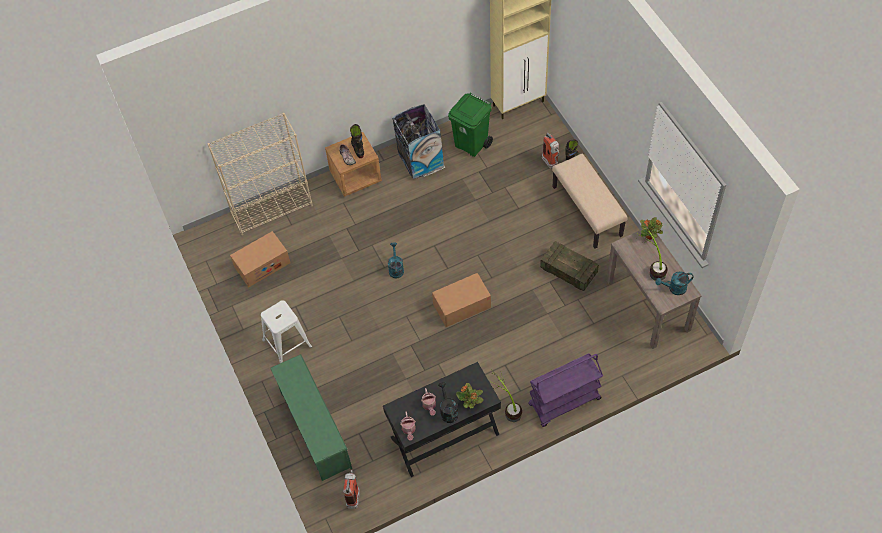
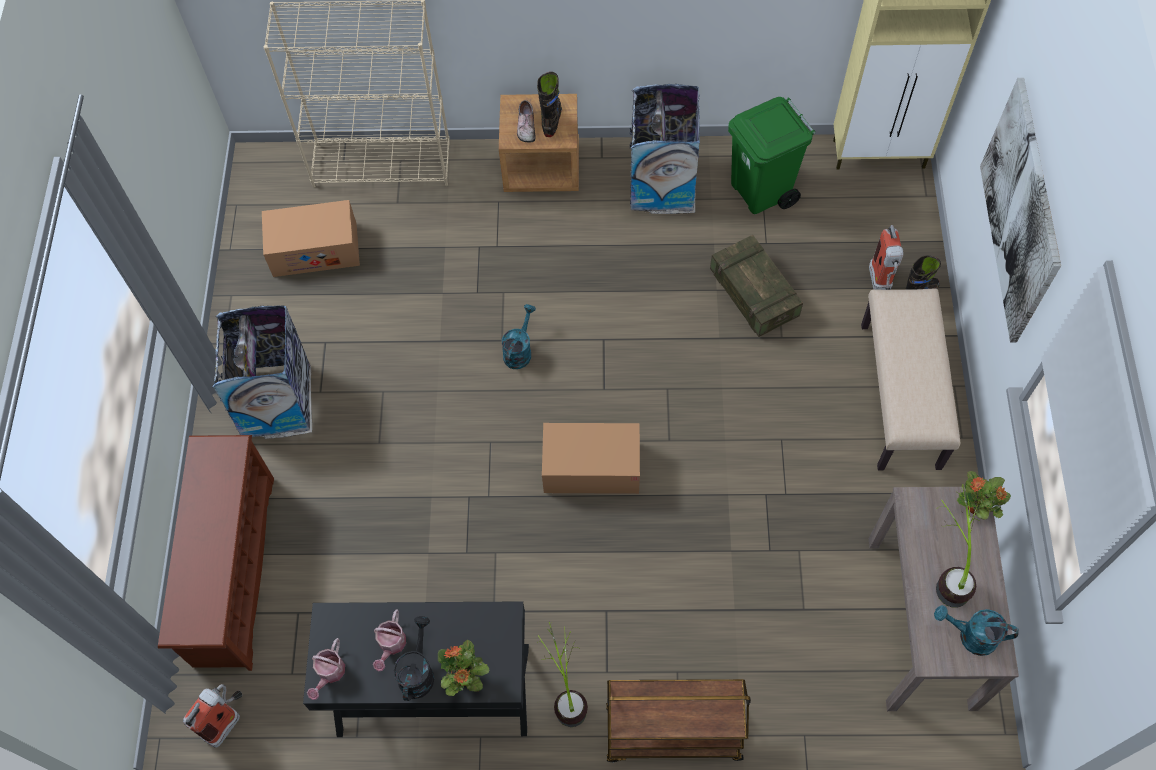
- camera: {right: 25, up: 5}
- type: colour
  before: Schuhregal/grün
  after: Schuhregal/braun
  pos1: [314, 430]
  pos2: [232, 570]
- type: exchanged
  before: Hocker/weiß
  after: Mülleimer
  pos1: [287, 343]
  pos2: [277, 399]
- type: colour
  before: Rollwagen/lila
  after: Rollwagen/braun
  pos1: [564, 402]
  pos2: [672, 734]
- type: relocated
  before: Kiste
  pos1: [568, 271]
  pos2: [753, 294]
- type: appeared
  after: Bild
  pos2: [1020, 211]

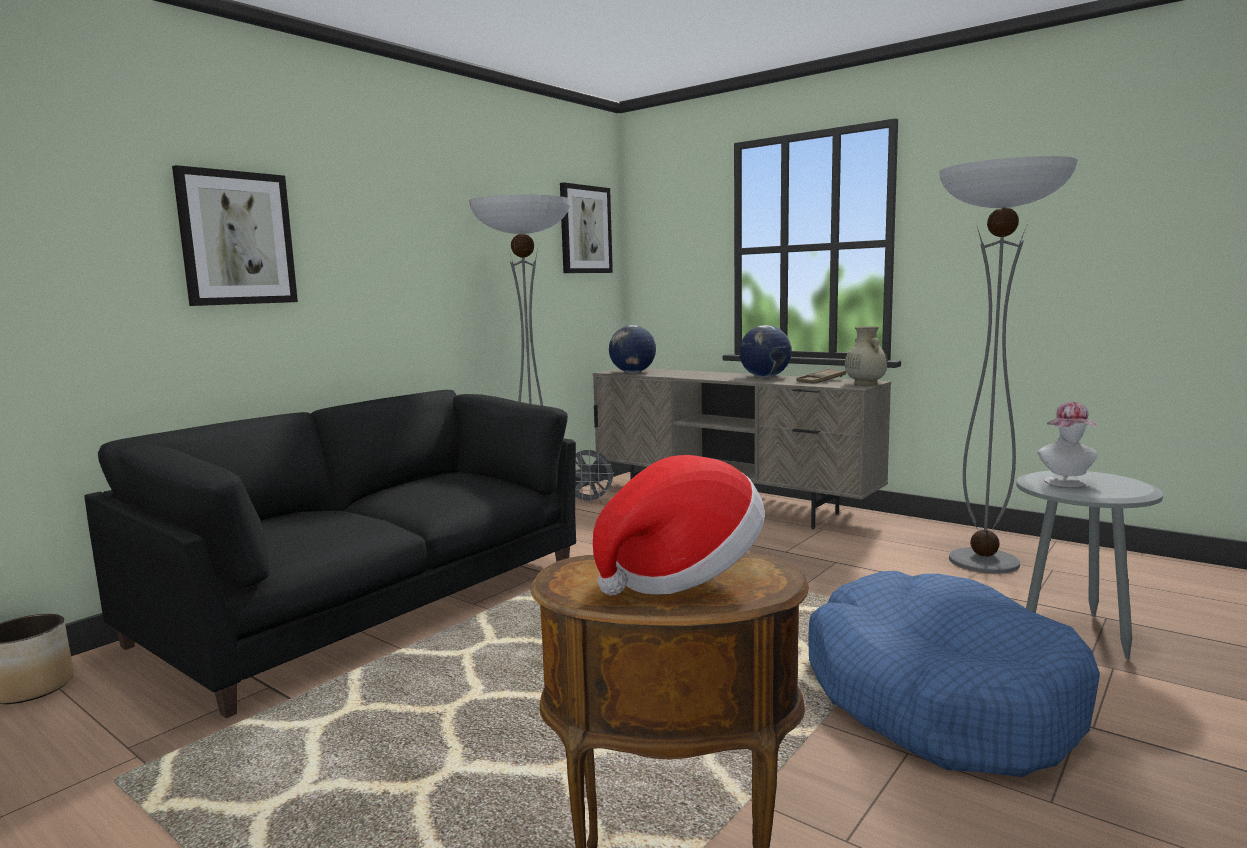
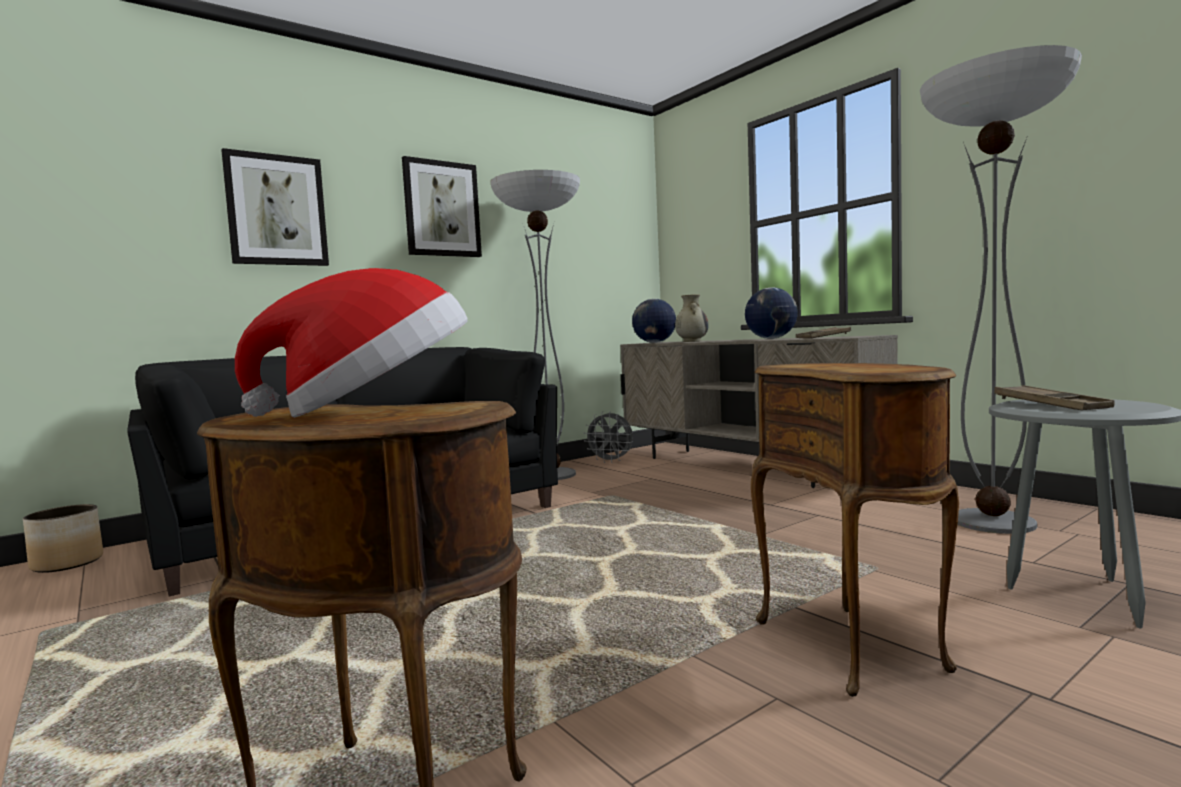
- camera: {right: 15, up: -5}
- type: relocated
  before: Bild
  pos1: [585, 229]
  pos2: [442, 209]
- type: relocated
  before: Vase/beige
  pos1: [865, 383]
  pos2: [692, 341]
- type: exchanged
  before: Hundebett/blau
  after: Beistelltisch/braun
  pos1: [939, 698]
  pos2: [854, 645]
- type: exchanged
  before: Hut
  after: Tablett/braun
  pos1: [1067, 483]
  pos2: [1050, 405]

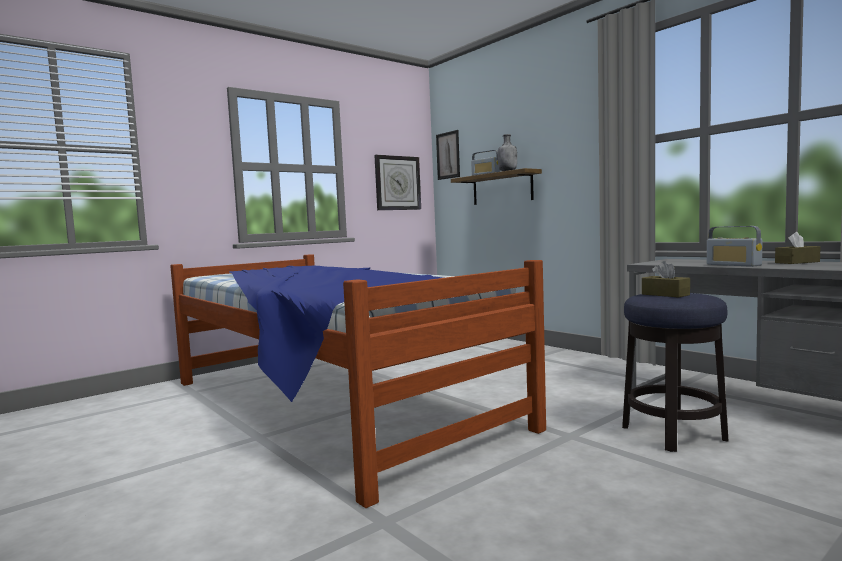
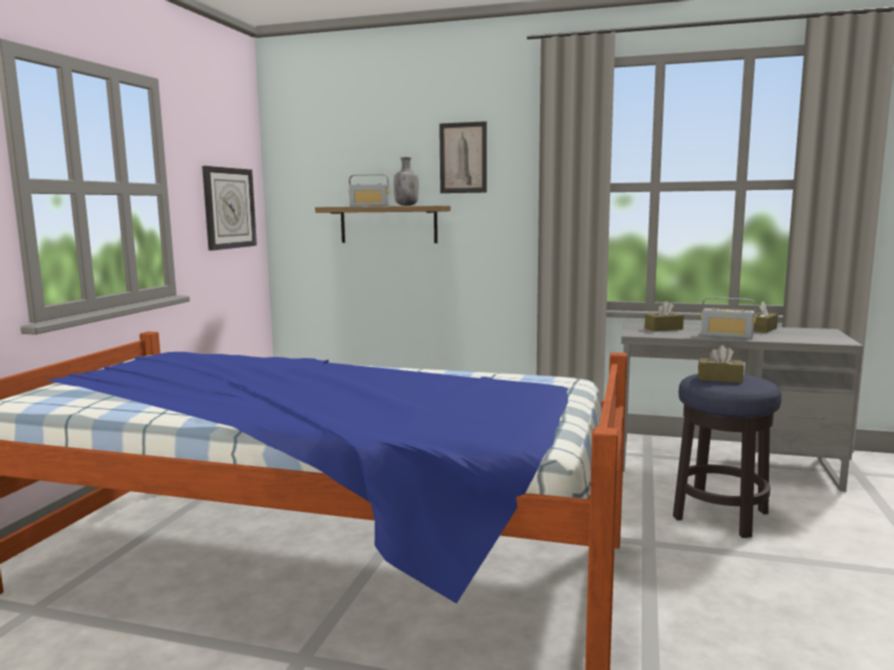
- camera: {right: -35, up: 5}
- type: relocated
  before: Bild
  pos1: [448, 155]
  pos2: [463, 158]
- type: appeared
  after: Taschentuchbox/braun
  pos2: [663, 329]

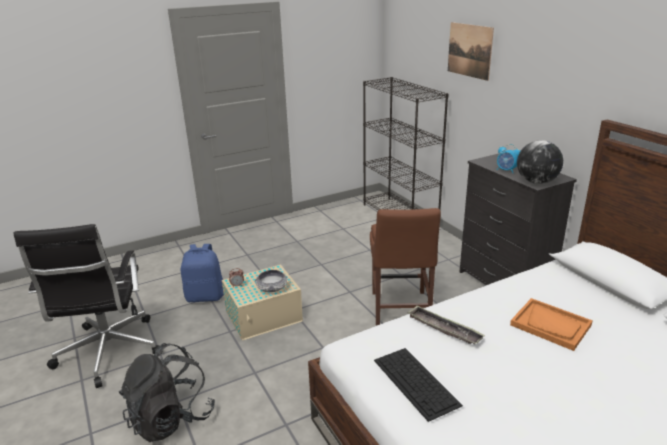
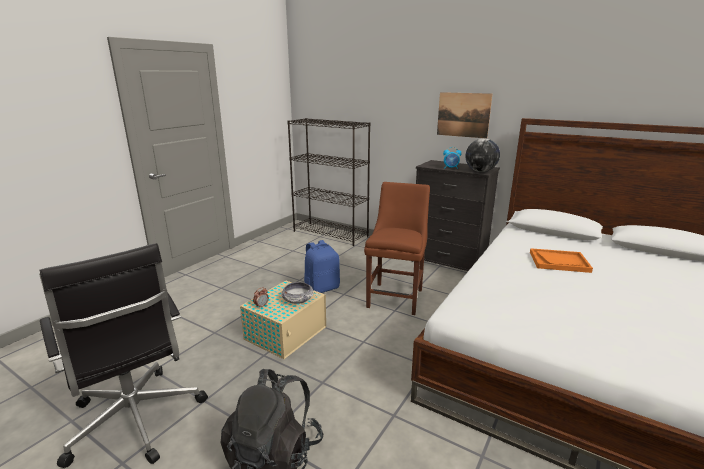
- camera: {right: -30, up: -5}
- type: relocated
  before: Rucksack/blau
  pos1: [205, 296]
  pos2: [322, 288]
- type: spun
  before: Stuhl/braun
  pos1: [400, 310]
  pos2: [396, 297]
  turn: -135
- type: relocated
  before: Bild
  pos1: [469, 50]
  pos2: [463, 115]
- type: missing
  before: Tastatur
  pos1: [416, 382]
- type: missing
  before: Tablett
  pos1: [444, 329]

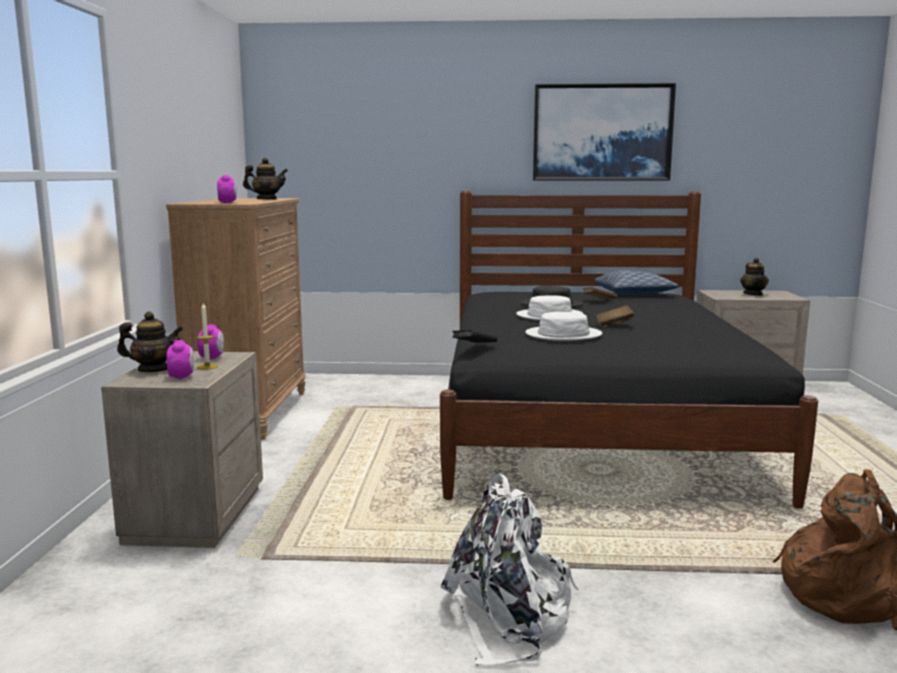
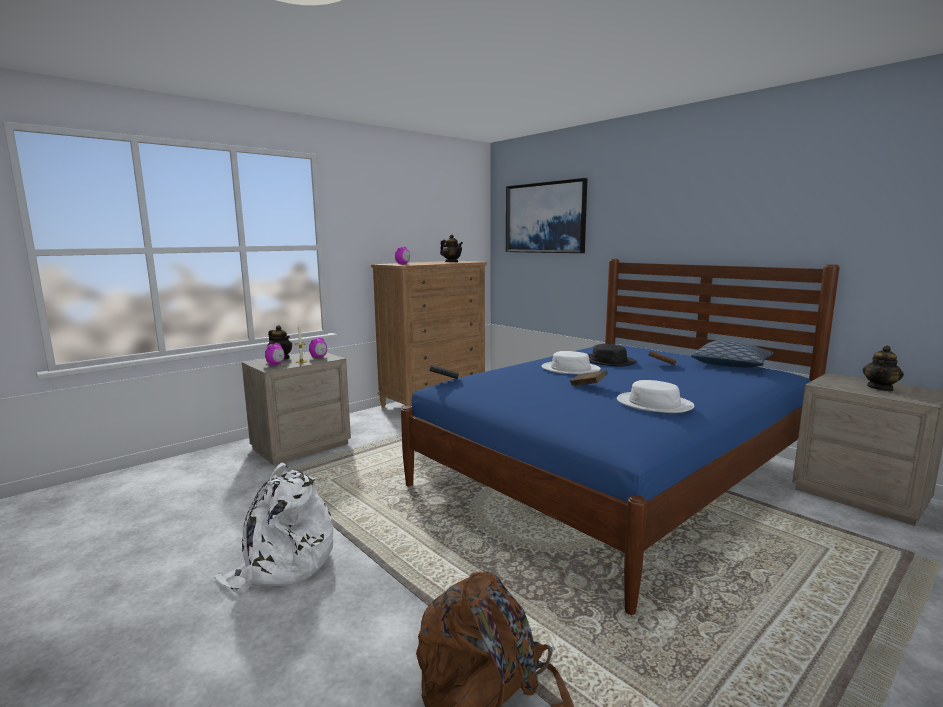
- camera: {right: 45, up: 0}
- type: colour
  before: Bett/schwarz
  after: Bett/blau
  pos1: [591, 427]
  pos2: [614, 476]
- type: relocated
  before: Bild
  pos1: [602, 133]
  pos2: [545, 218]
- type: relocated
  before: Hut/weiß
  pos1: [563, 335]
  pos2: [654, 404]

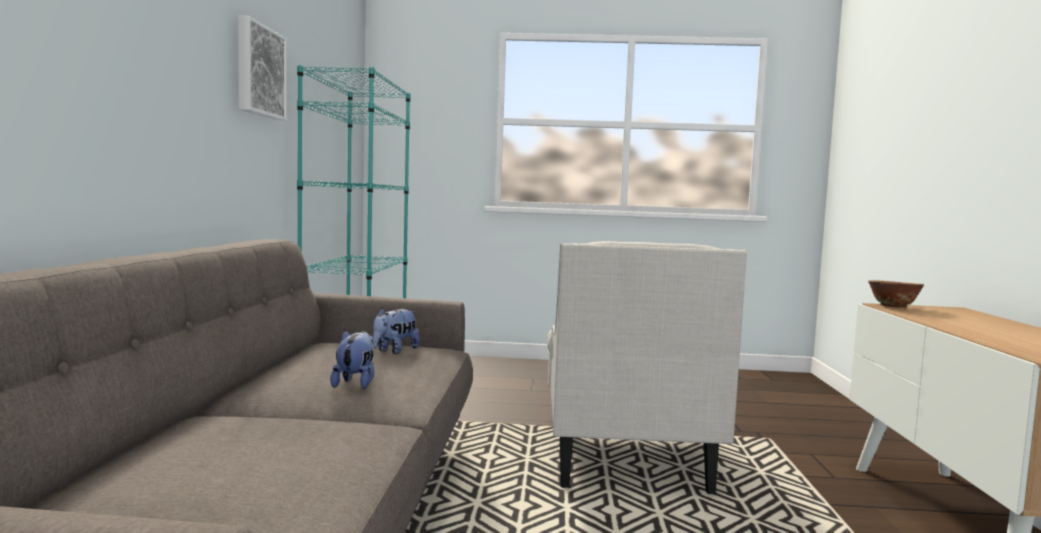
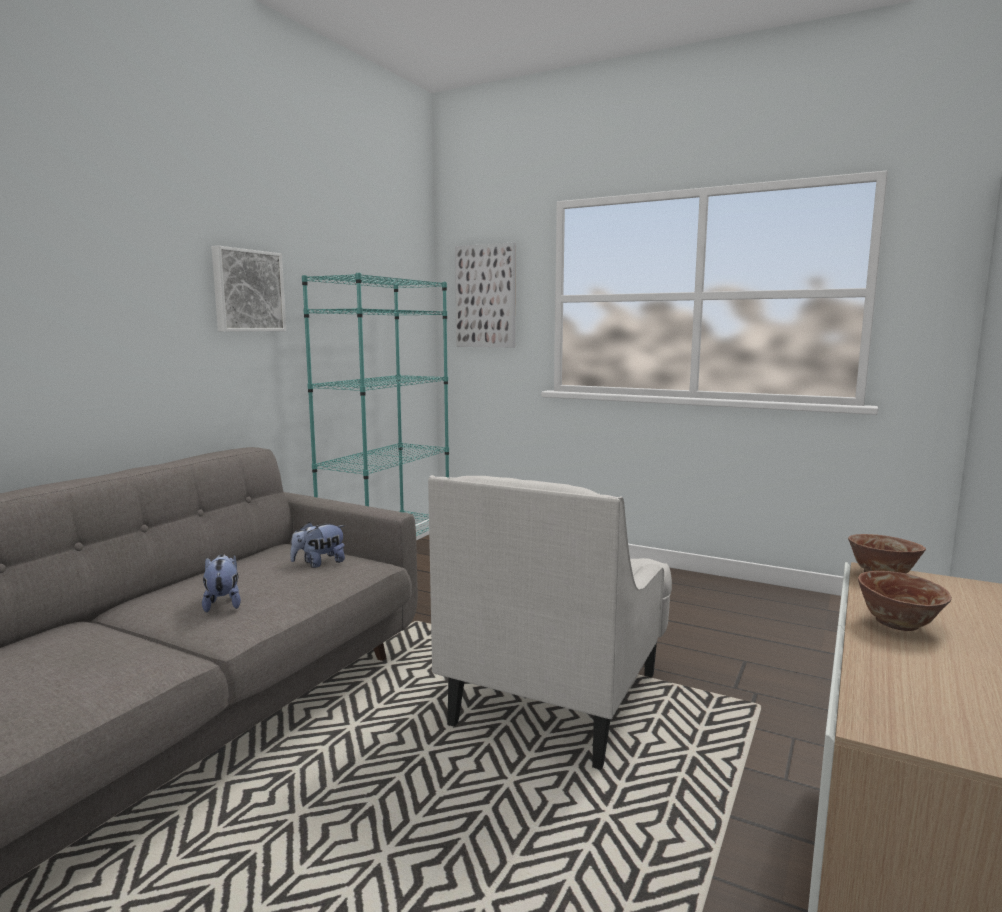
- camera: {right: 25, up: 5}
- type: spun
  before: Plüschtier
  pos1: [356, 383]
  pos2: [223, 603]
  turn: -45
- type: appeared
  after: Bild
  pos2: [485, 296]
- type: appeared
  after: Schüssel
  pos2: [898, 624]

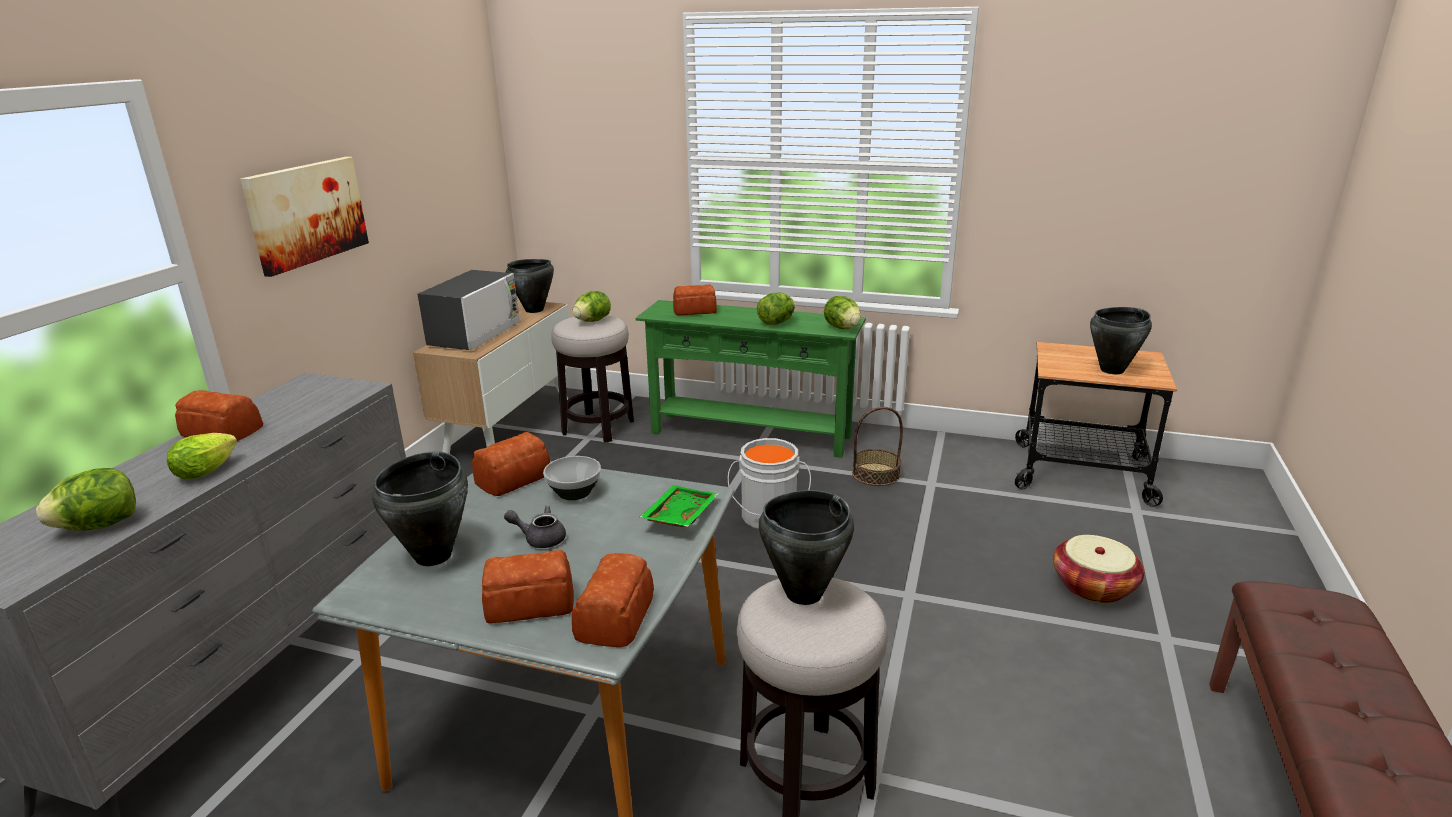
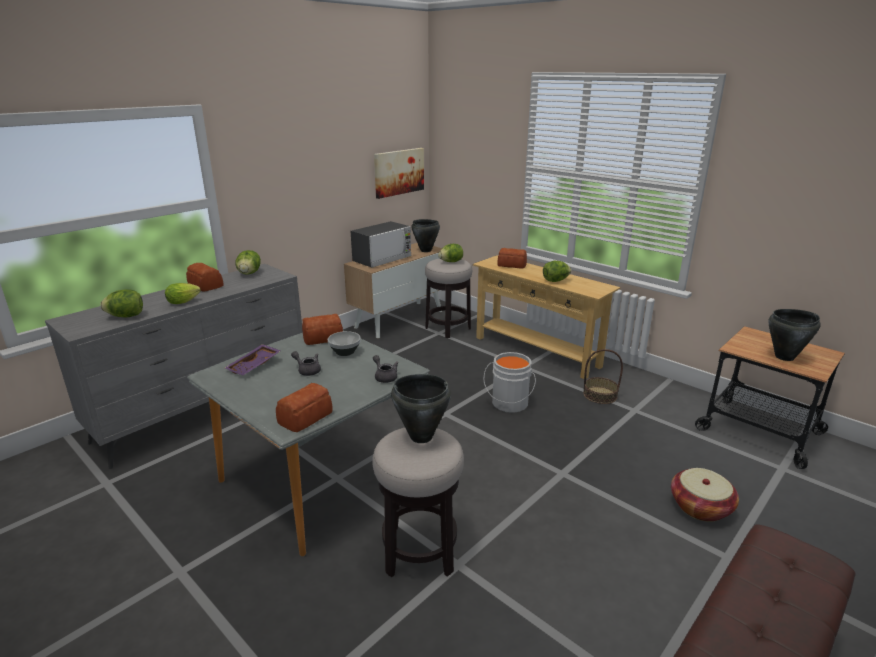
- camera: {right: 25, up: 0}
- type: exchanged
  before: Kochtopf/schwarz
  after: Tablett/lila
  pos1: [434, 555]
  pos2: [254, 366]
- type: relocated
  before: Salatkopf
  pos1: [842, 328]
  pos2: [249, 273]
- type: exchanged
  before: Tablett/grün
  after: Teekanne/grau
  pos1: [678, 516]
  pos2: [384, 377]
- type: relocated
  before: Bild
  pos1: [306, 213]
  pos2: [398, 172]
- type: colour
  before: Konsolentisch/grün
  after: Konsolentisch/beige
  pos1: [750, 434]
  pos2: [536, 351]
- type: missing
  before: Brot
  pos1: [532, 604]

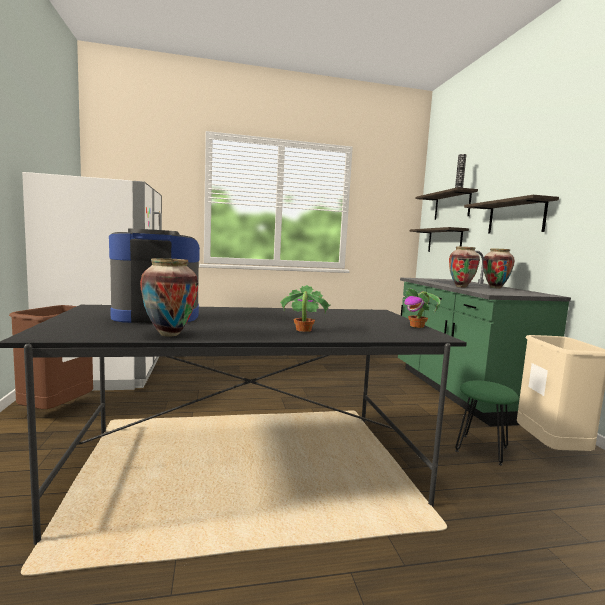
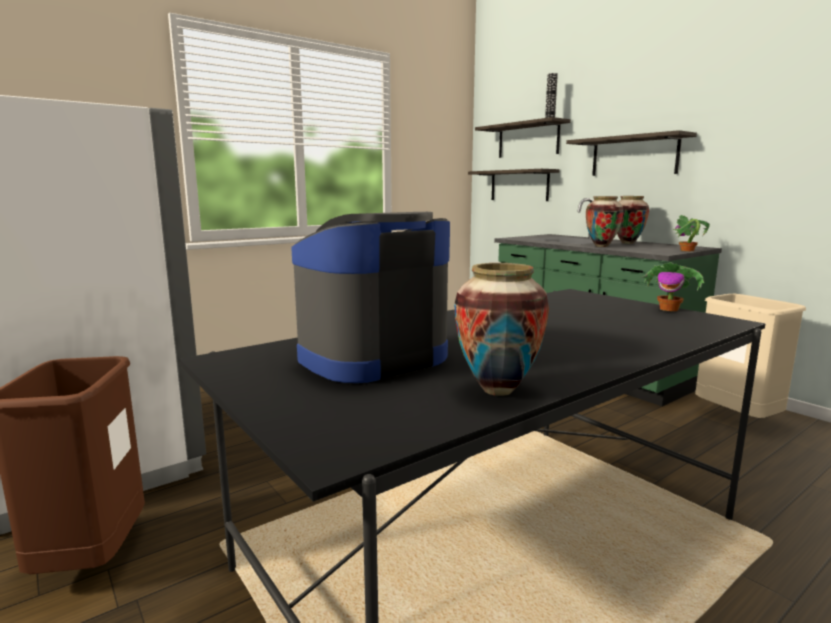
- camera: {right: -25, up: 5}
- type: relocated
  before: Topfpflanze
  pos1: [303, 330]
  pos2: [687, 250]
- type: missing
  before: Hocker/grün
  pos1: [482, 449]

